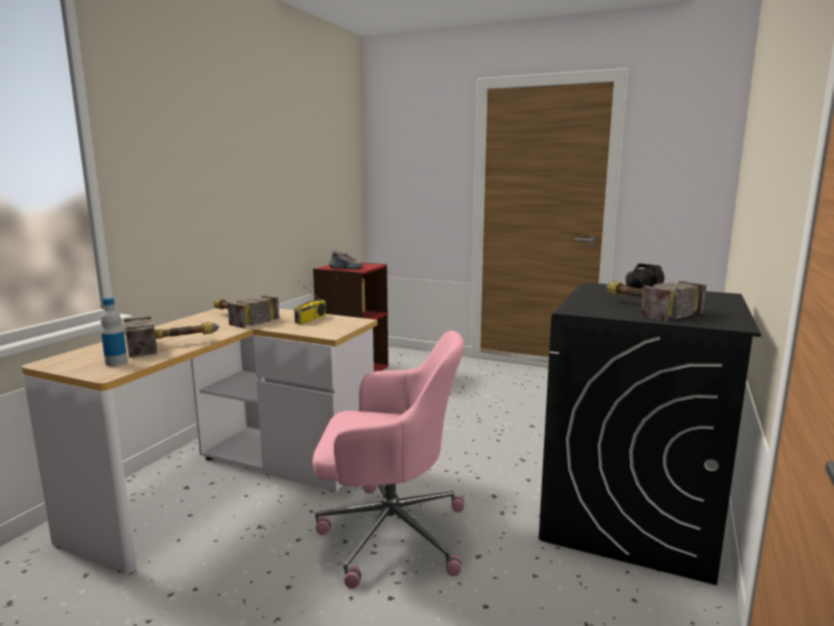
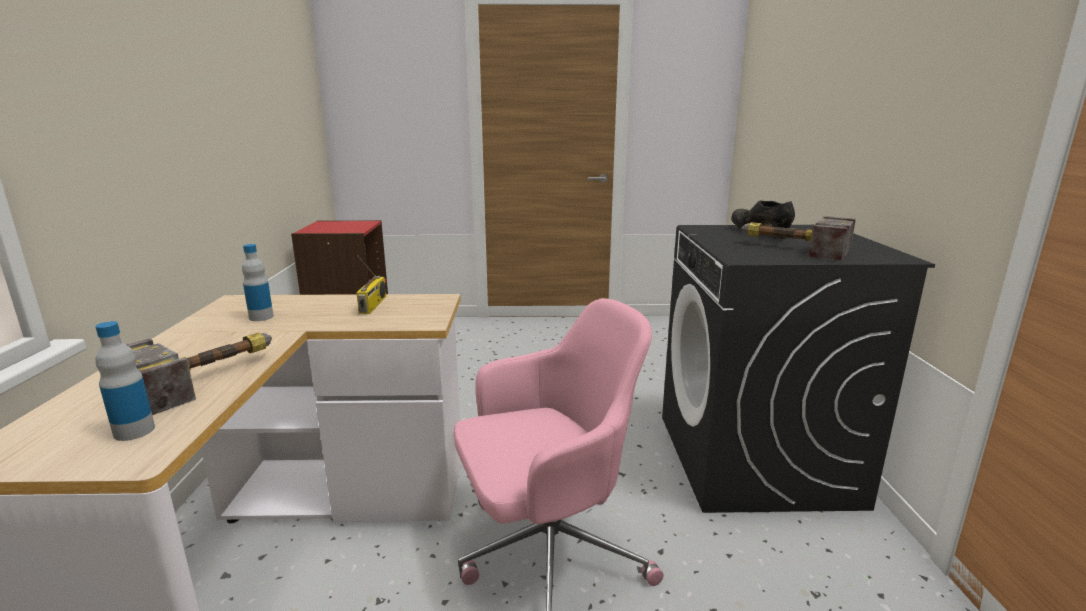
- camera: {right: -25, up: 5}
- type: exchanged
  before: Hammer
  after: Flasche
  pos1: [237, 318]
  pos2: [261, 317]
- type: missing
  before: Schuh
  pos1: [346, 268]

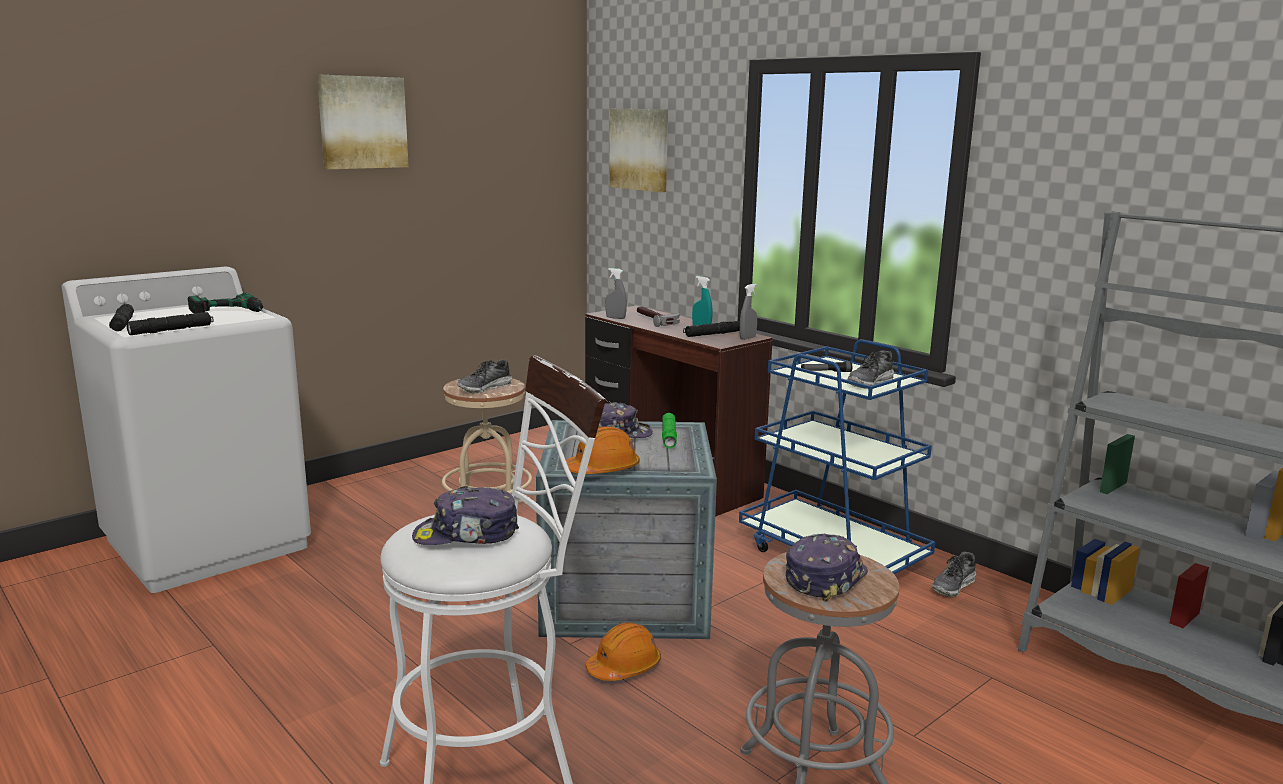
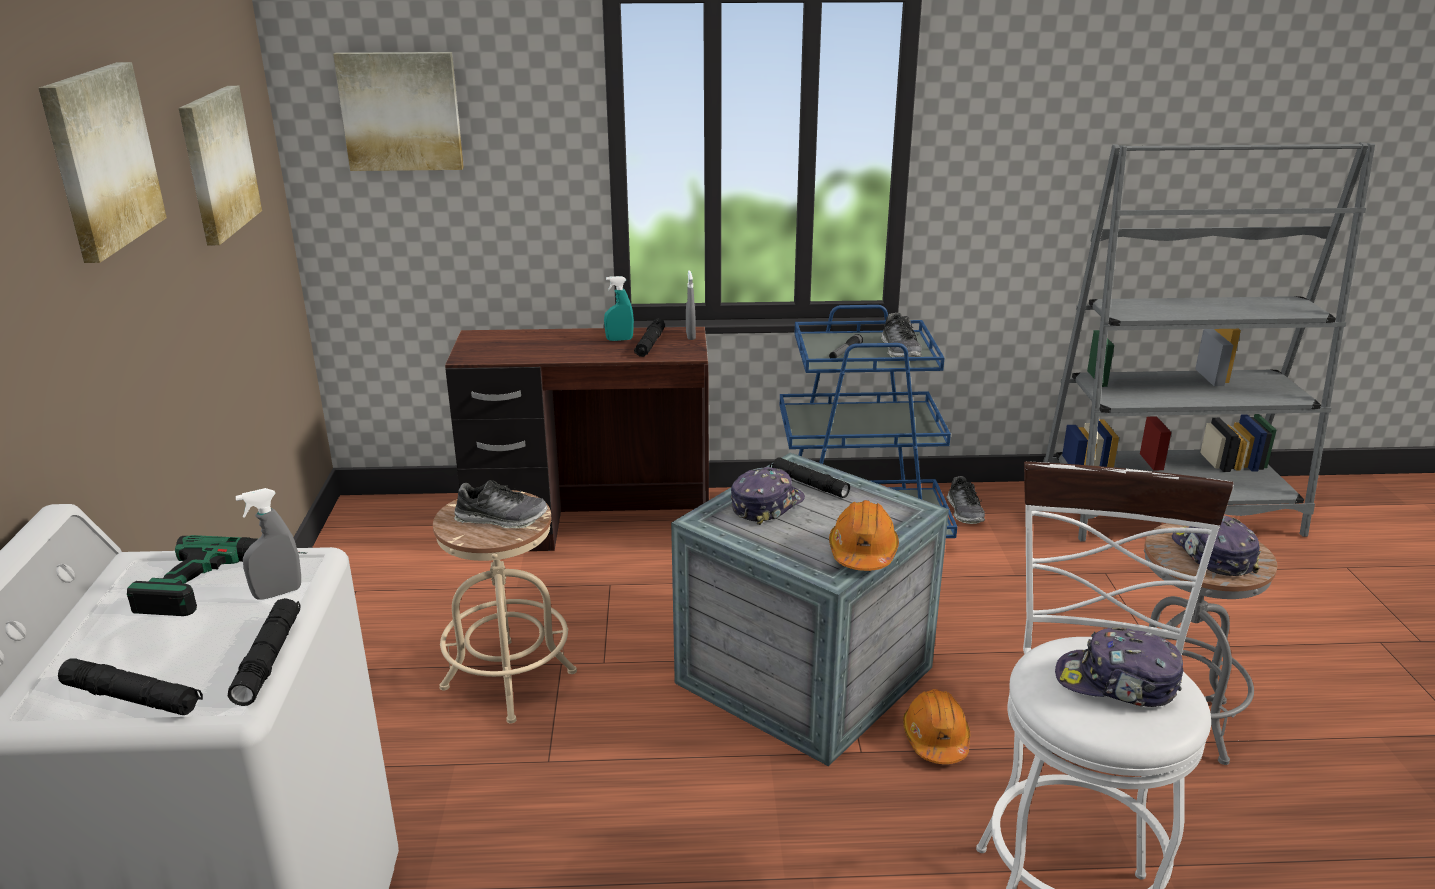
- camera: {right: -50, up: 10}
- type: appeared
  after: Bild
  pos2: [217, 163]
- type: relocated
  before: Sprühflasche/grau
  pos1: [615, 318]
  pos2: [278, 593]
- type: spun
  before: Schuh
  pos1: [485, 388]
  pos2: [501, 519]
  turn: -75
- type: colour
  before: Taschenlampe/grün
  after: Taschenlampe/schwarz
  pos1: [669, 436]
  pos2: [809, 484]
- type: spun
  before: Kappe
  pos1: [466, 535]
  pos2: [1117, 683]
  turn: 75
- type: missing
  before: Hammer
  pos1: [657, 320]

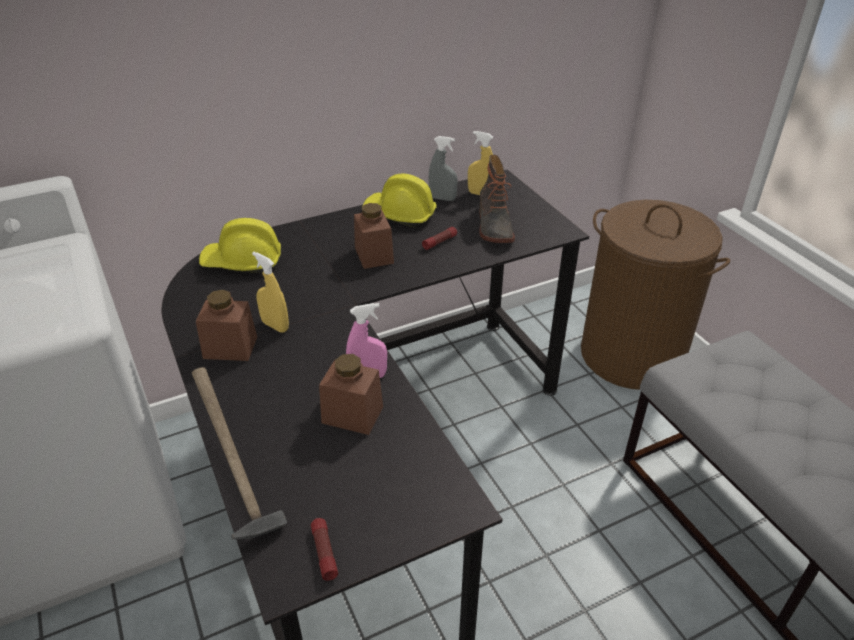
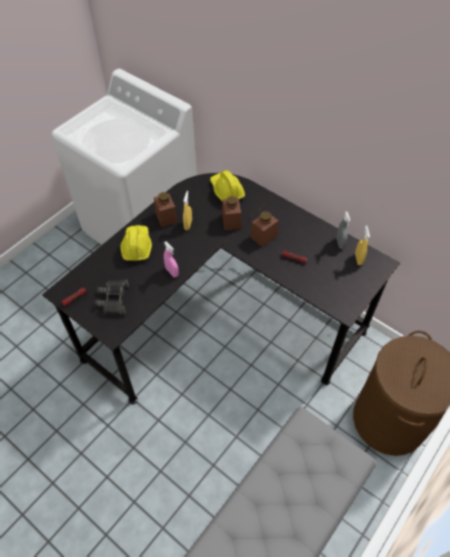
- camera: {right: 65, up: 15}
- type: appeared
  after: Fernglas/schwarz
  pos2: [114, 299]
- type: relocated
  before: Schutzhelm/gelb
  pos1: [399, 214]
  pos2: [136, 246]
- type: relocated
  before: Vorratsglas/braun
  pos1: [352, 414]
  pos2: [231, 221]
- type: missing
  before: Hammer
  pos1: [240, 493]
- type: missing
  before: Stiefel
  pos1: [493, 226]

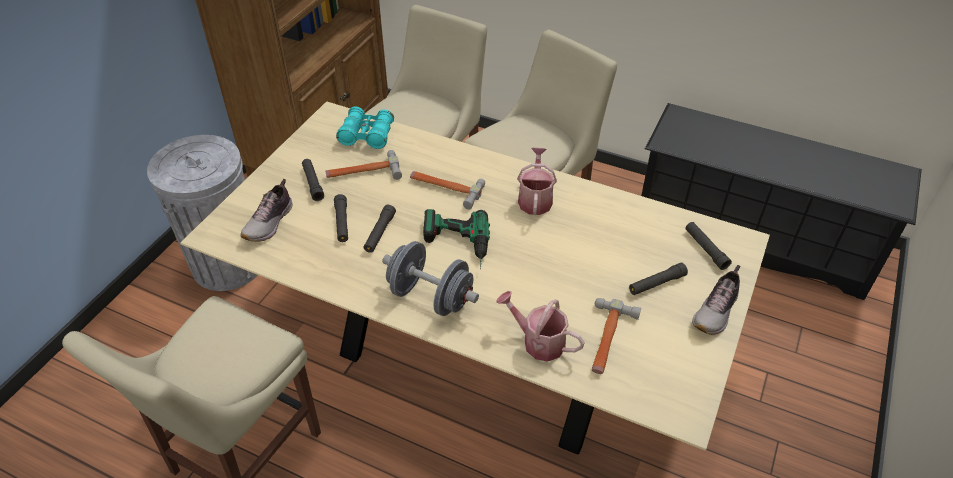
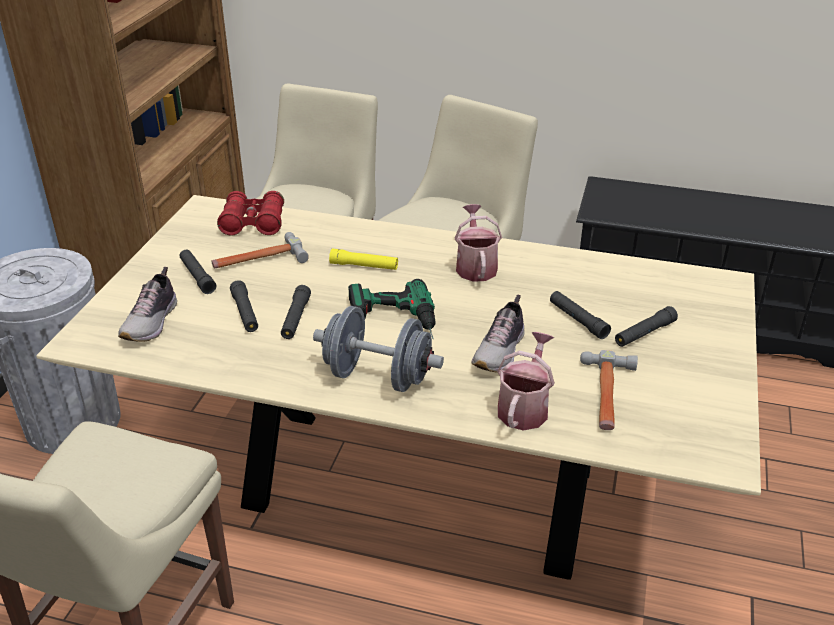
- camera: {right: -10, up: -10}
- type: colour
  before: Fernglas/türkis
  after: Fernglas/rot
  pos1: [367, 135]
  pos2: [253, 223]
- type: exchanged
  before: Hammer
  after: Taschenlampe/gelb
  pos1: [445, 188]
  pos2: [364, 266]
- type: relocated
  before: Schuh
  pos1: [716, 311]
  pos2: [500, 351]
- type: spun
  before: Gießkanne
  pos1: [538, 341]
  pos2: [524, 407]
  turn: 90
- type: relocated
  before: Taschenlampe/schwarz
  pos1: [705, 249]
  pos2: [578, 320]

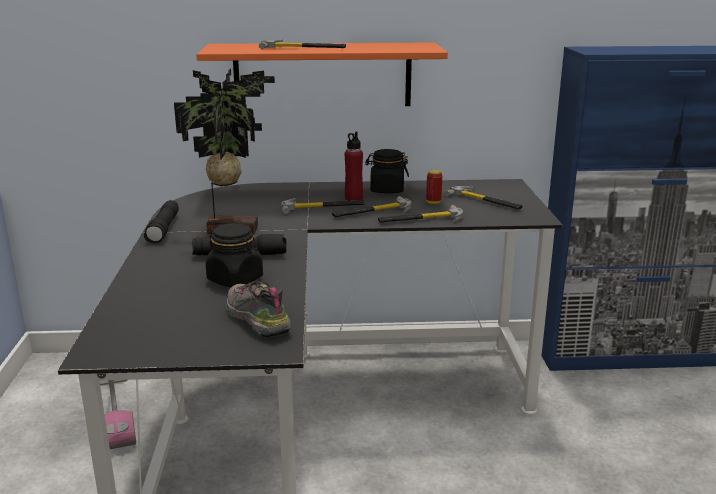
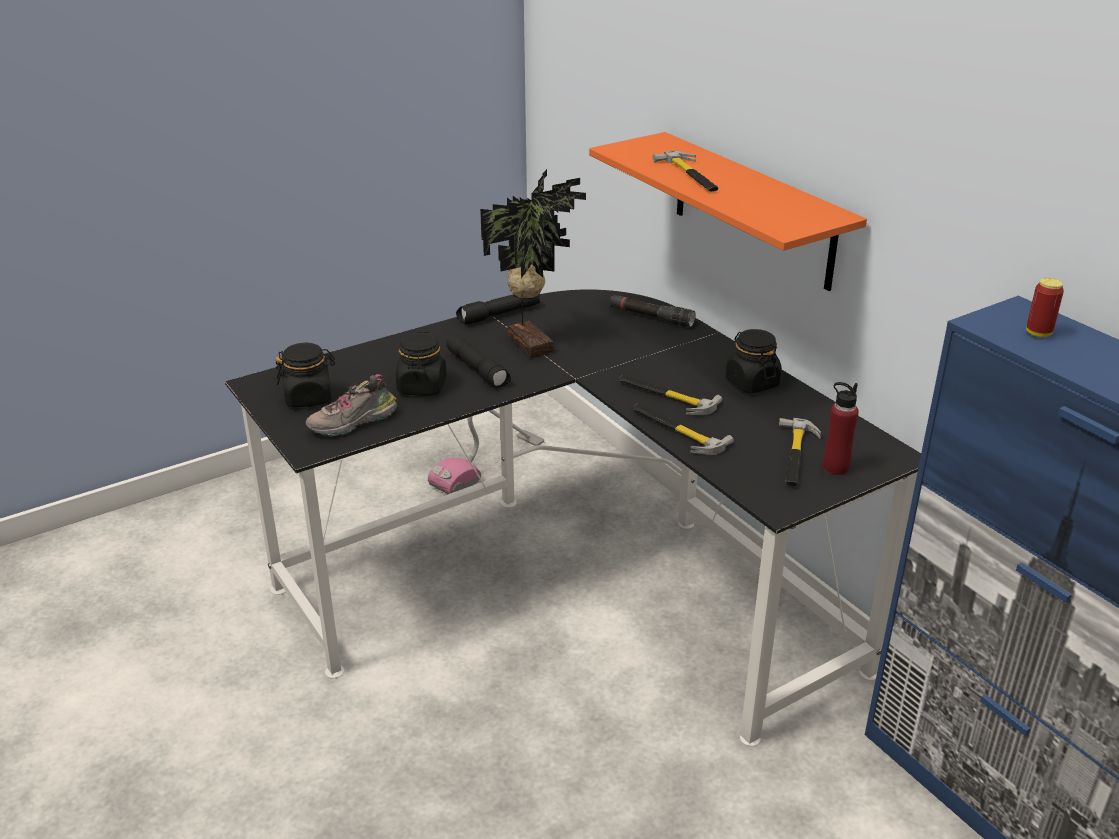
- camera: {right: 60, up: 10}
- type: appeared
  after: Vorratsglas/schwarz
  pos2: [309, 397]
- type: spun
  before: Schuh
  pos1: [255, 319]
  pos2: [353, 423]
  turn: -150
- type: appeared
  after: Taschenlampe/schwarz
  pos2: [651, 317]
- type: relocated
  before: Flasche/rot
  pos1: [353, 198]
  pos2: [835, 467]
- type: relocated
  before: Dose
  pos1: [433, 202]
  pos2: [1038, 333]
- type: missing
  before: Hammer
  pos1: [323, 207]

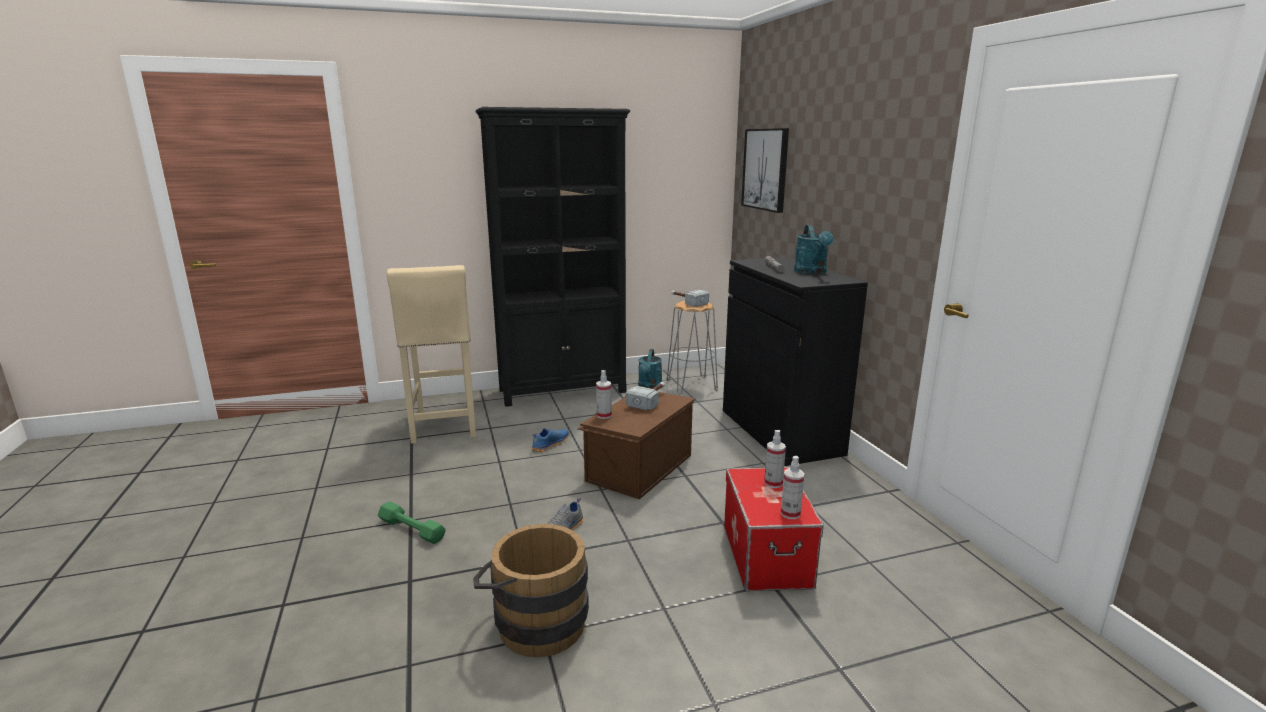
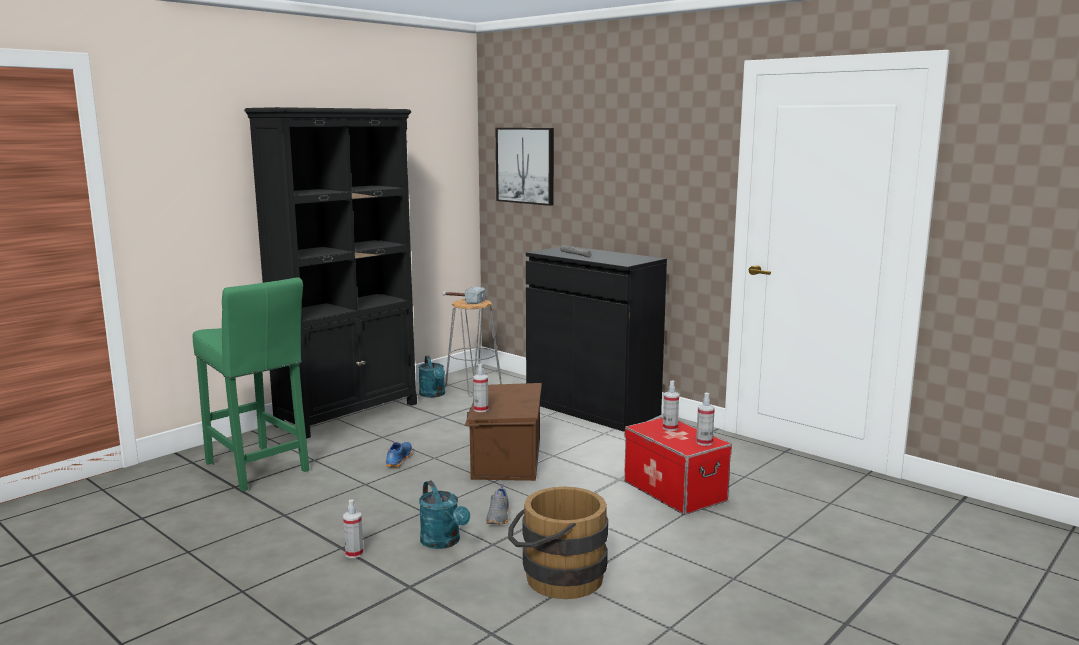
- camera: {right: -30, up: -5}
- type: colour
  before: Hocker/beige
  after: Hocker/grün
  pos1: [444, 426]
  pos2: [258, 469]
- type: exchanged
  before: Hantel/grün
  after: Sprühflasche
  pos1: [412, 529]
  pos2: [354, 553]
- type: relocated
  before: Gießkanne/türkis
  pos1: [812, 272]
  pos2: [444, 542]
- type: missing
  before: Hammer
  pos1: [650, 400]

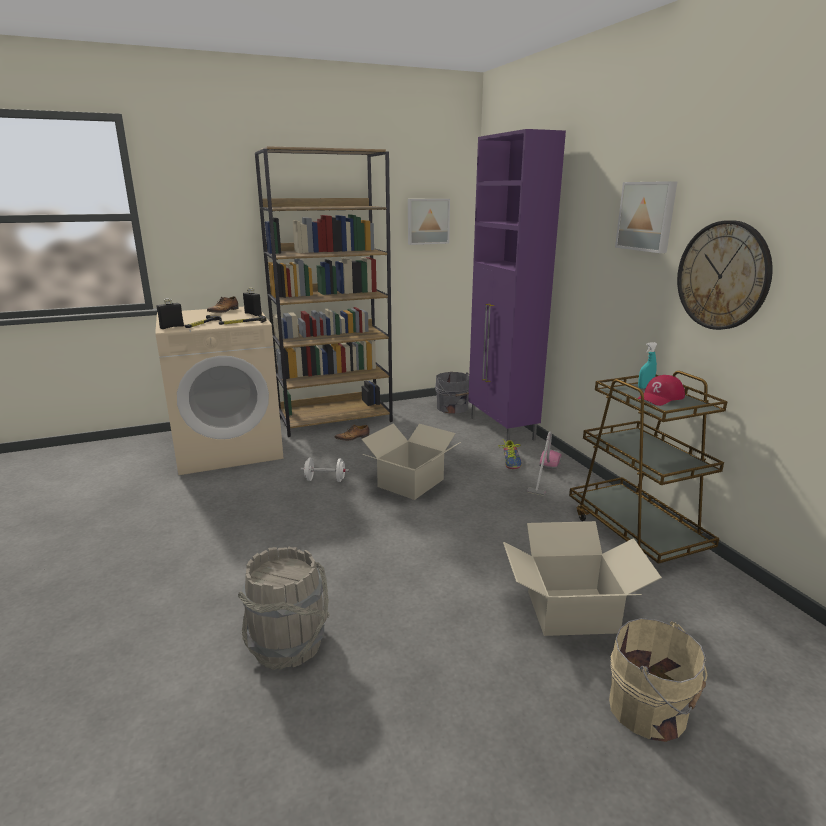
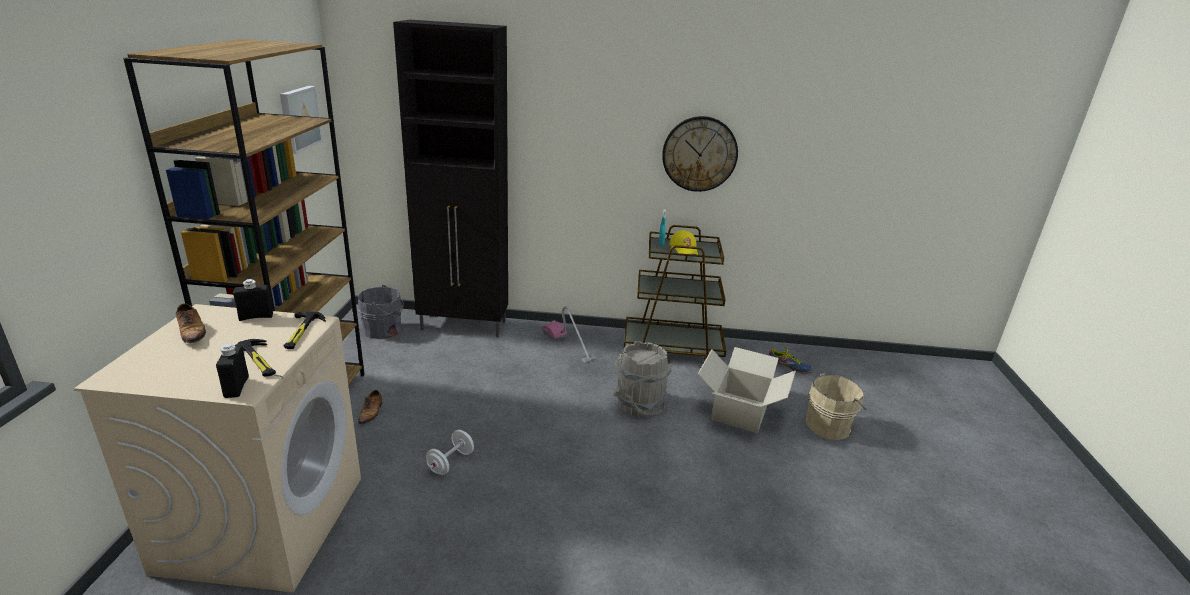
- camera: {right: -65, up: 5}
- type: colour
  before: Schrank/lila
  after: Schrank/schwarz
  pos1: [502, 429]
  pos2: [464, 326]
- type: relocated
  before: Eimer/grau
  pos1: [288, 644]
  pos2: [640, 405]
- type: colour
  before: Kappe/rot
  after: Kappe/gelb
  pos1: [660, 398]
  pos2: [684, 248]
- type: relocated
  before: Schuh
  pos1: [511, 461]
  pos2: [789, 366]
- type: missing
  before: Karton
  pos1: [411, 483]
- type: missing
  before: Bild
  pos1: [647, 216]

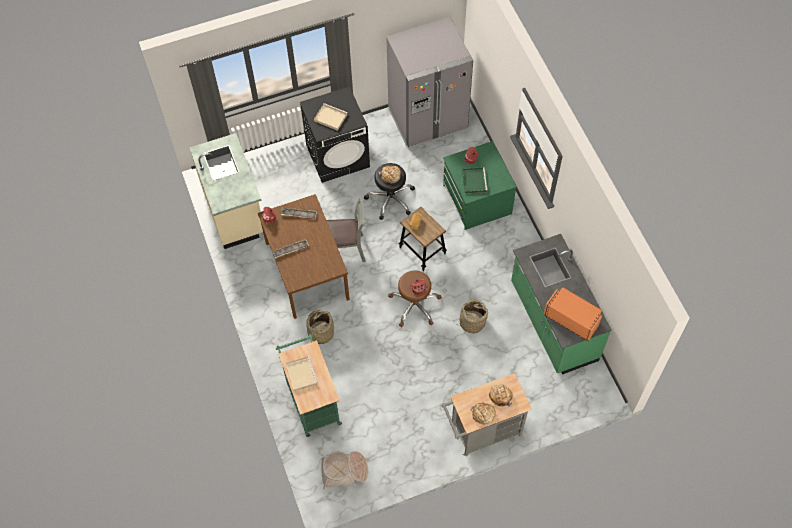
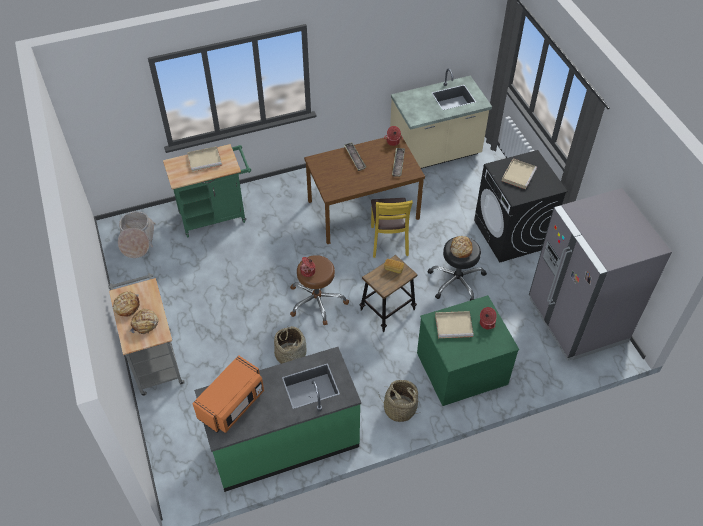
- camera: {right: 90, up: -10}
- type: colour
  before: Stuhl/grau
  after: Stuhl/gelb
  pos1: [346, 249]
  pos2: [388, 241]
- type: relocated
  before: Korb
  pos1: [320, 333]
  pos2: [399, 408]
- type: colour
  before: Tablett/grün
  after: Tablett/beige
  pos1: [474, 180]
  pos2: [454, 325]

